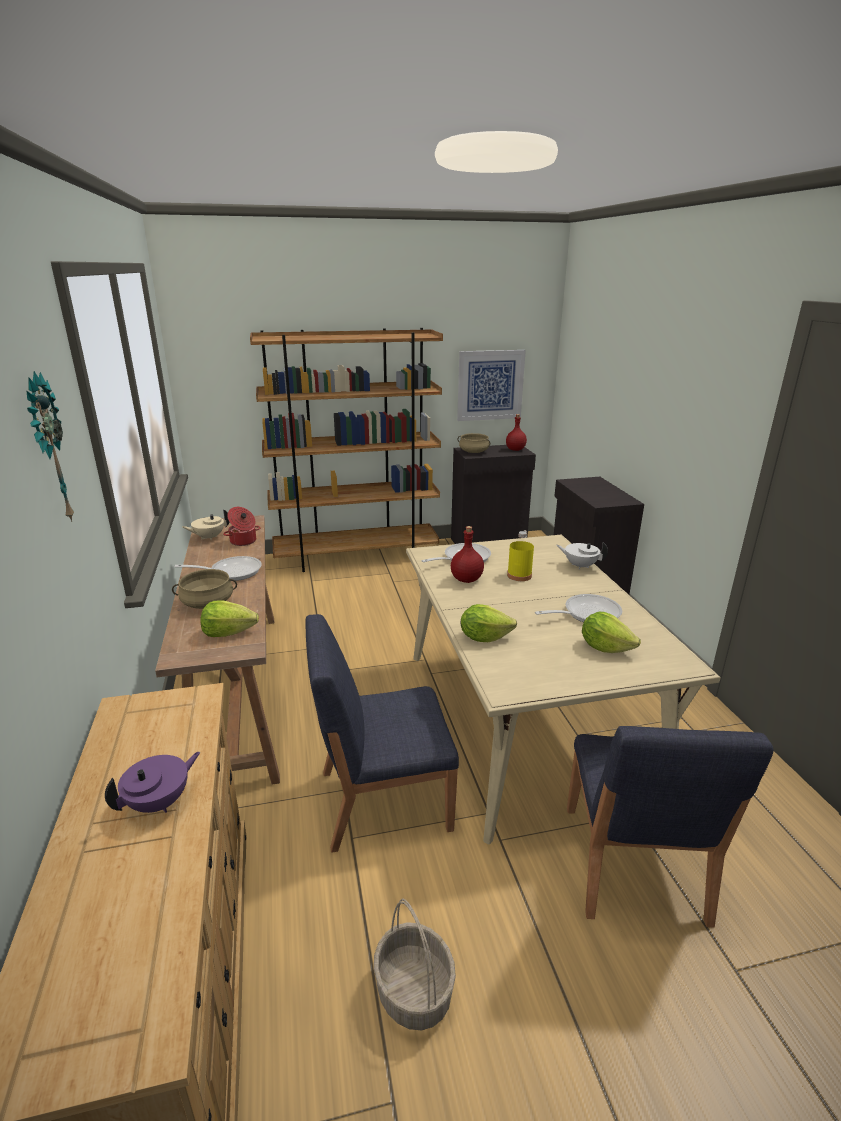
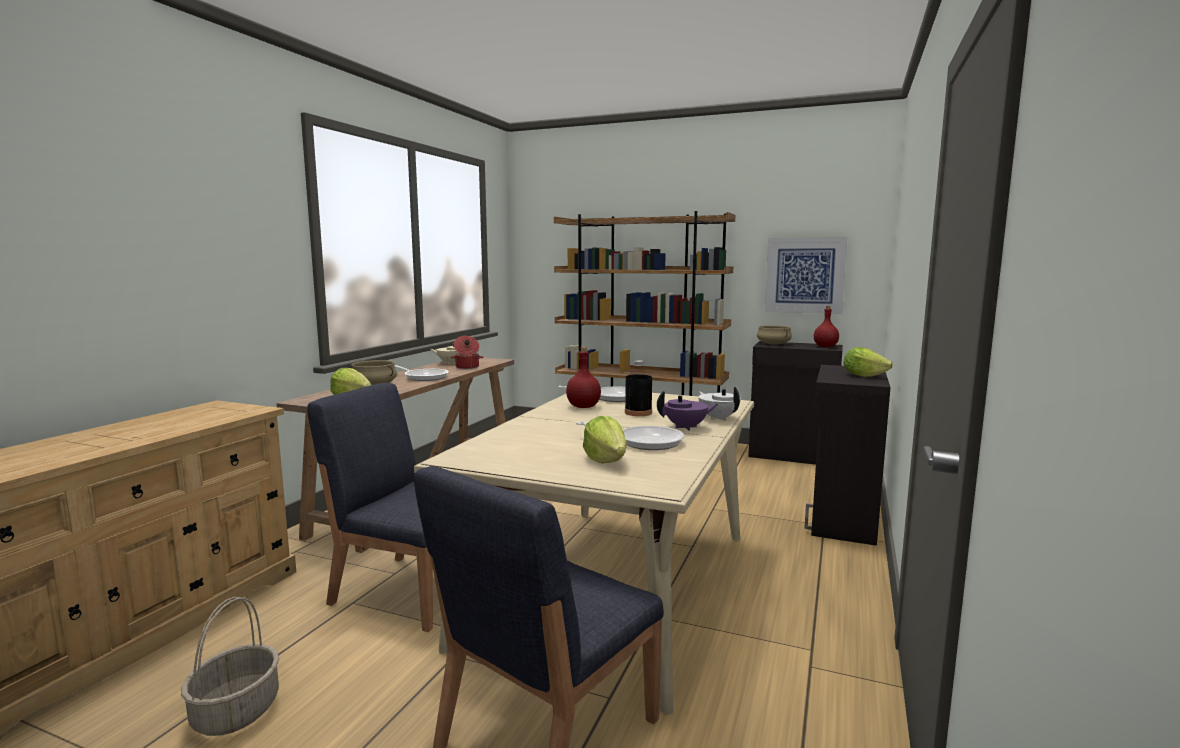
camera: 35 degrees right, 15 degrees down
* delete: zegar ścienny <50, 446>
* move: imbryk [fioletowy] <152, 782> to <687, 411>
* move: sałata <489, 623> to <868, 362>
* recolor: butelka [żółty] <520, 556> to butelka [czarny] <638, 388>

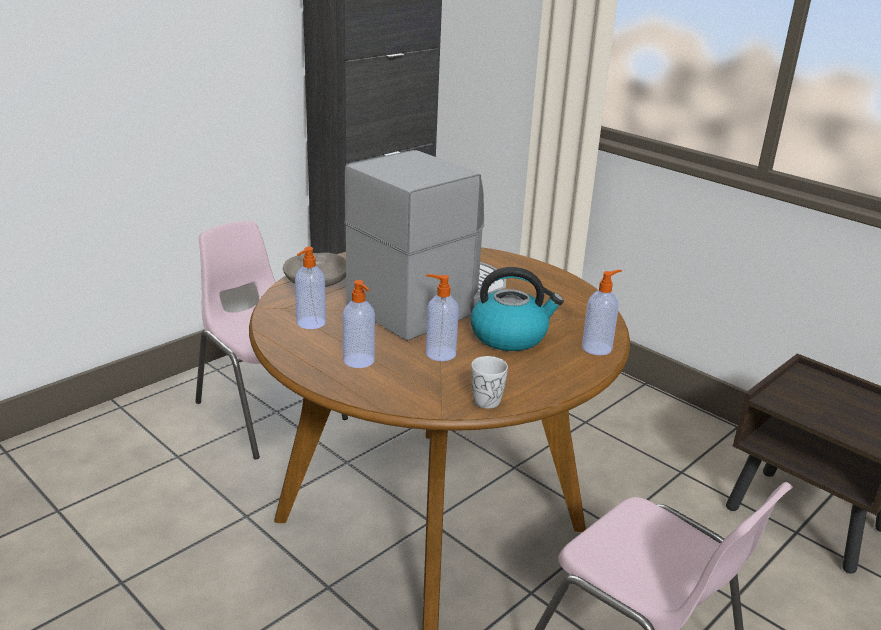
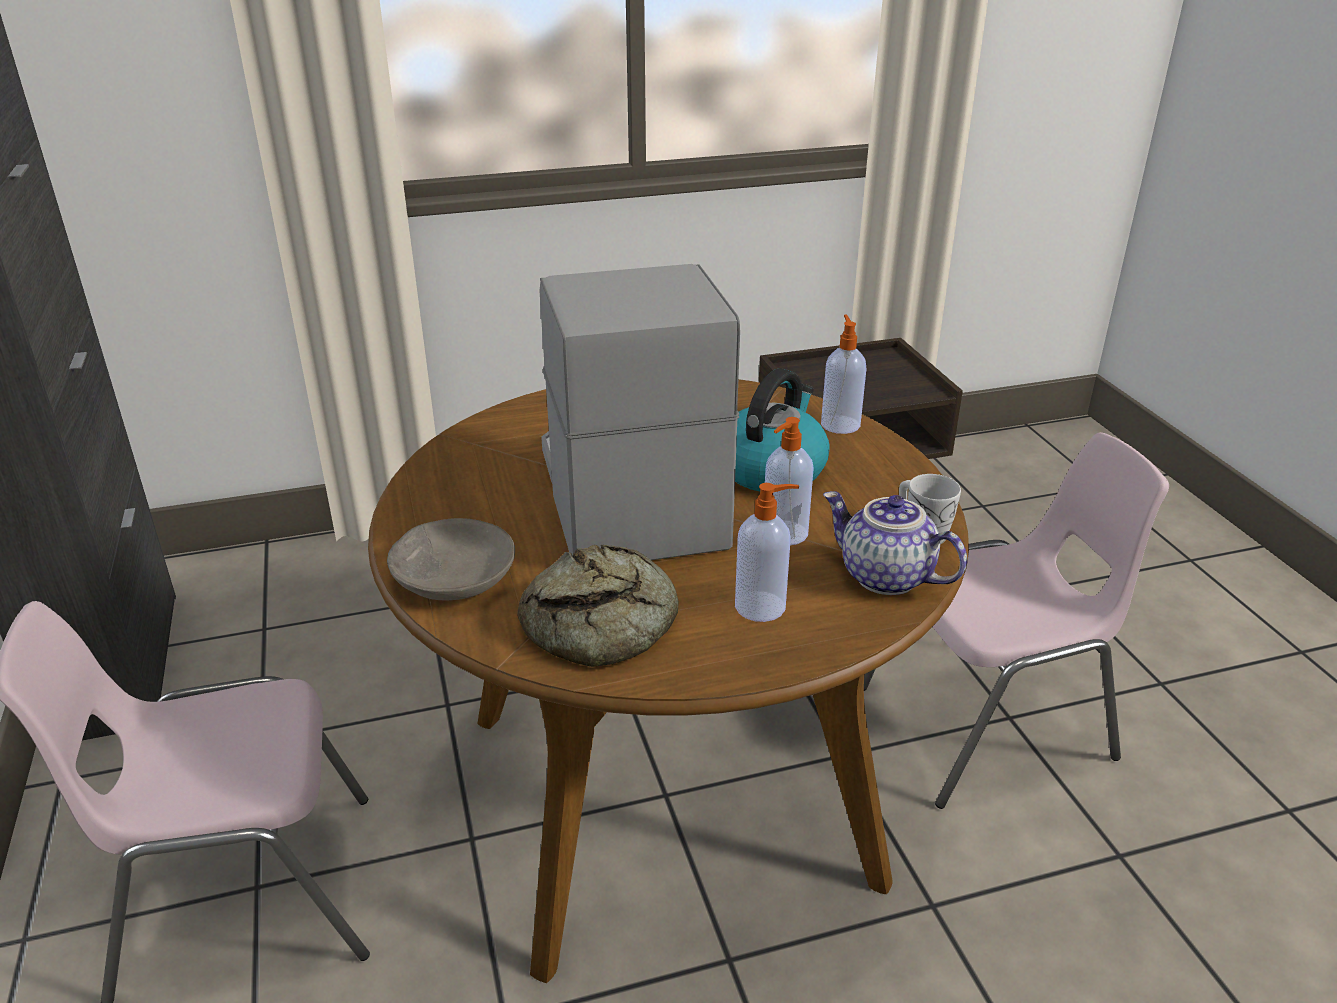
camera: 60 degrees left, 5 degrees up
* replace: dozownik mydła <310, 288> to chleb <598, 606>
* insert: imbryk <895, 543>

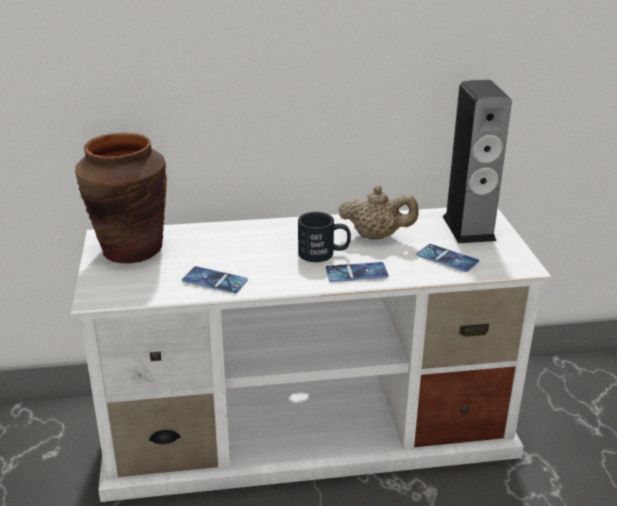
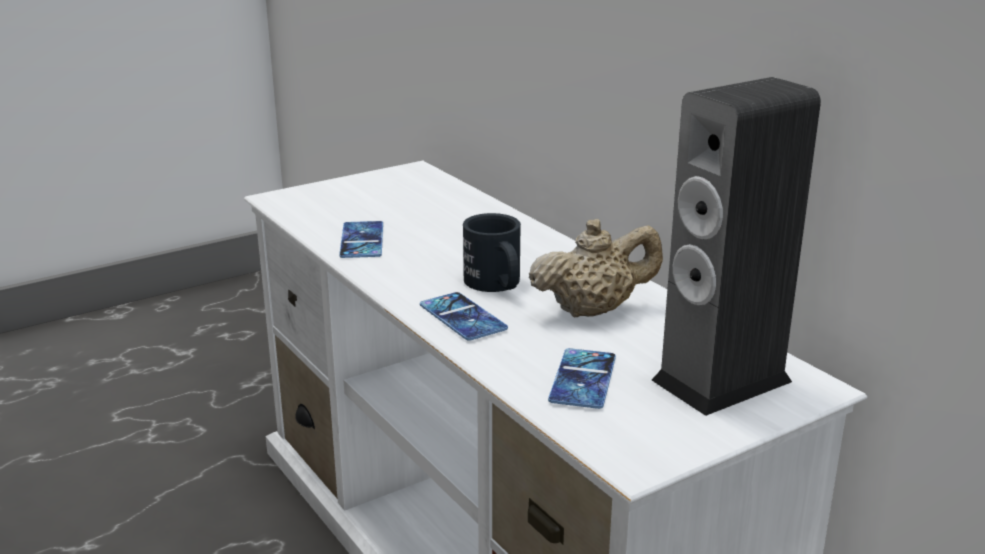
camera: 65 degrees right, 5 degrees down
* delete: wazon [brązowy] <121, 198>
* rotate: imbryk [beżowy] <379, 212> = <596, 268> 90 degrees counterclockwise

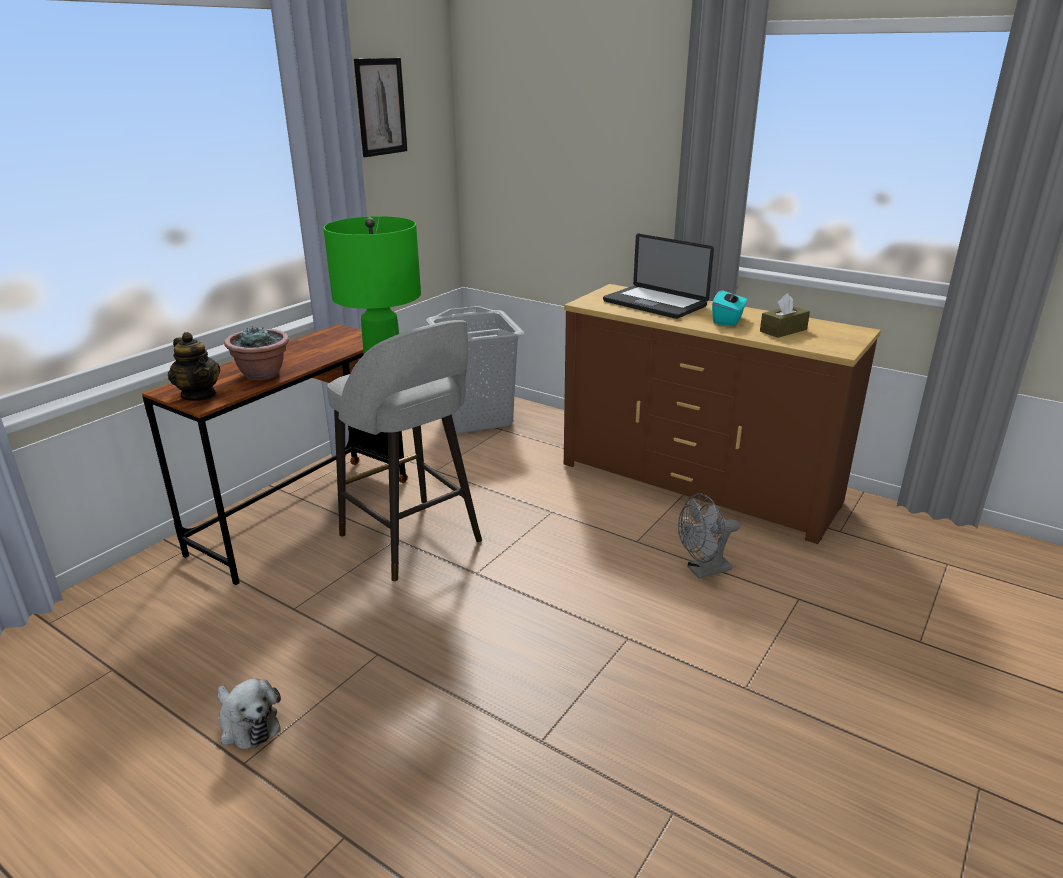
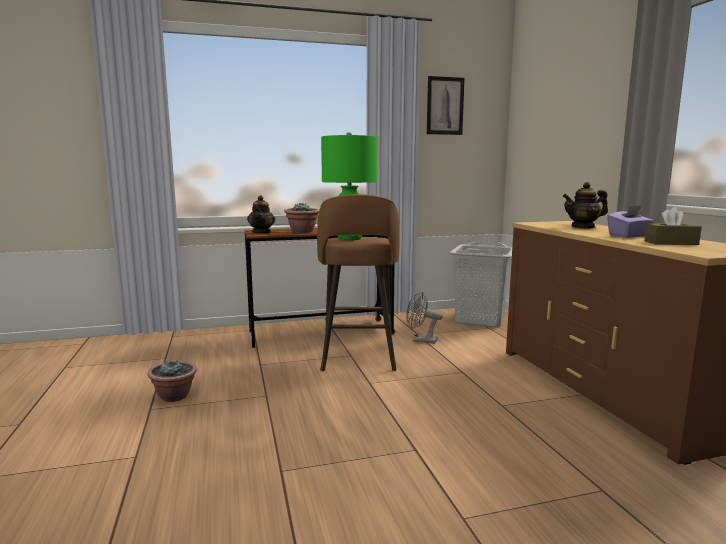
camera: 40 degrees right, 15 degrees down
* replace: pluszak <249, 713> to roślina doniczkowa <172, 381>
* recolor: stołek [szary] <404, 451> to stołek [brązowy] <358, 282>
* replace: laptop <658, 276> to imbryk <585, 205>
* move: wentylator [szary] <709, 536> to <424, 317>
* recolor: pudełko chusteczek [turkusowy] <729, 306> to pudełko chusteczek [fioletowy] <630, 221>

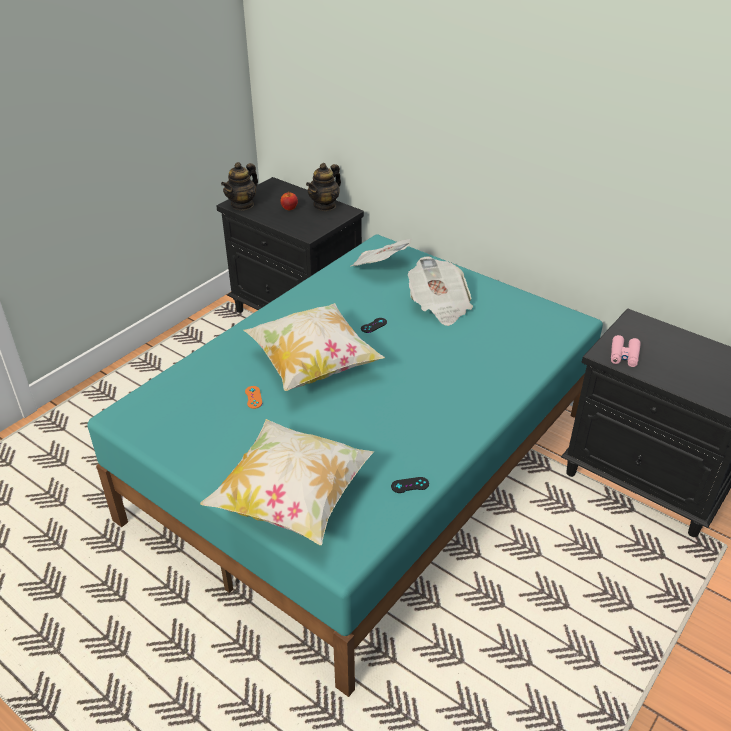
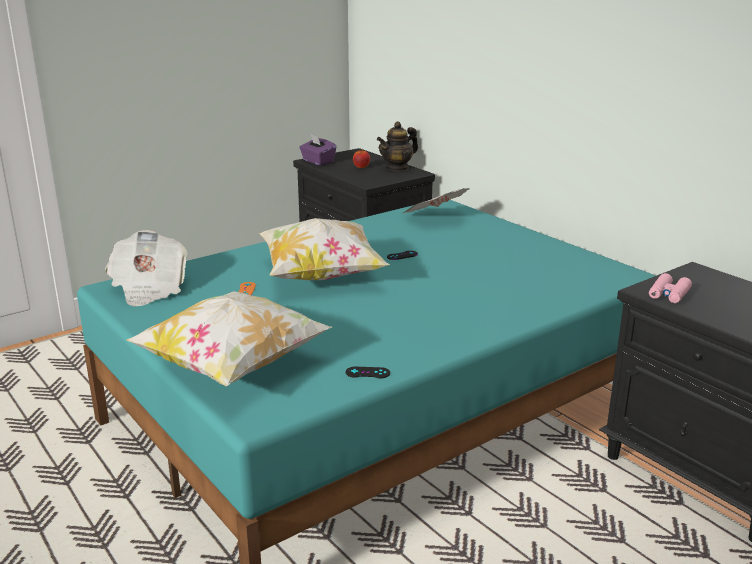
camera: 15 degrees right, 15 degrees down
* replace: imbryk <239, 186> to pudełko chusteczek [fioletowy] <317, 149>
* move: gazeta <440, 291> to <146, 268>

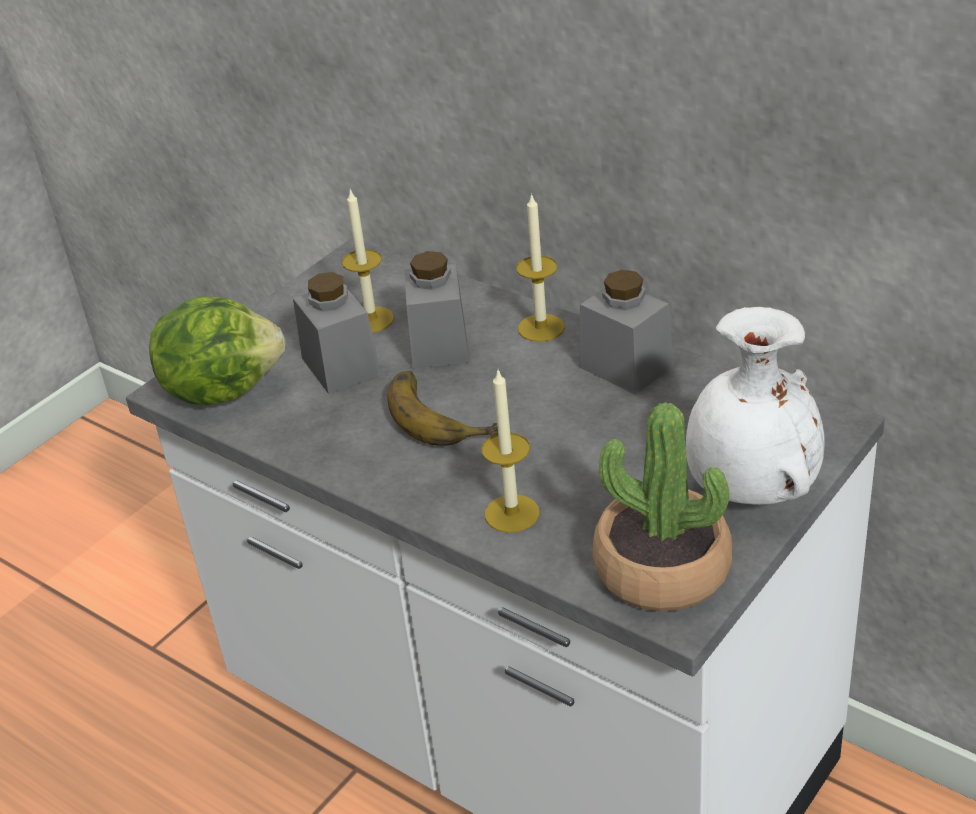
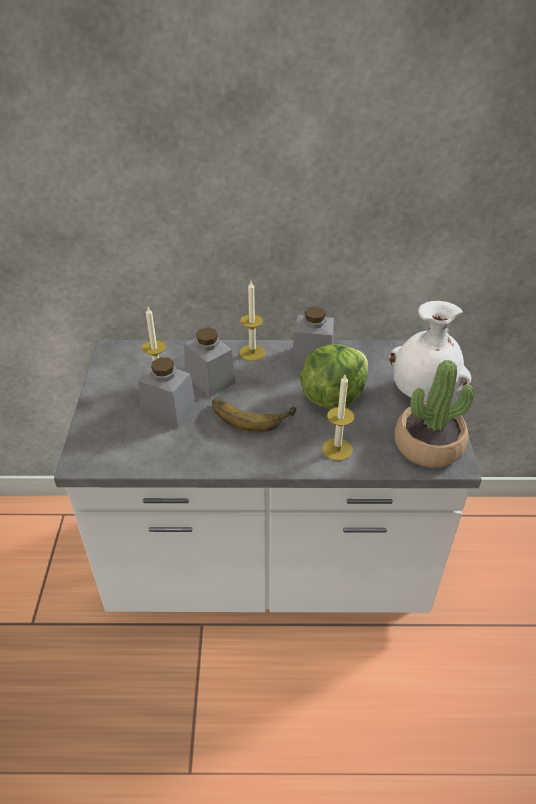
camera: 40 degrees left, 5 degrees up
* move: sałata <217, 351> to <334, 377>

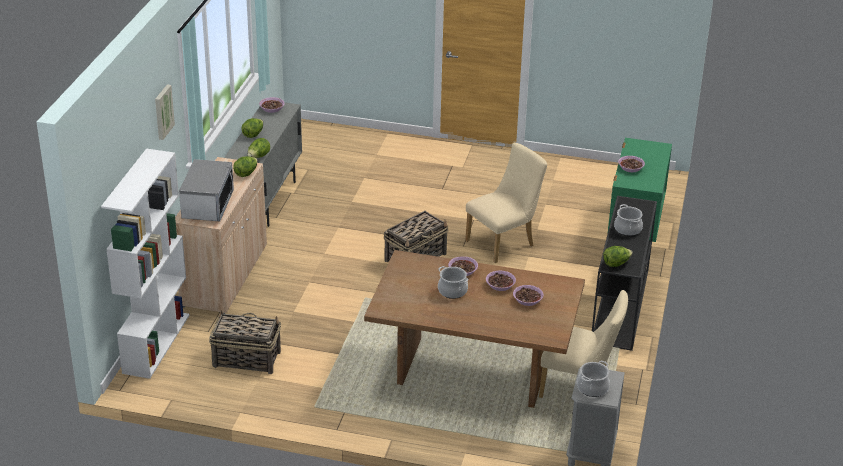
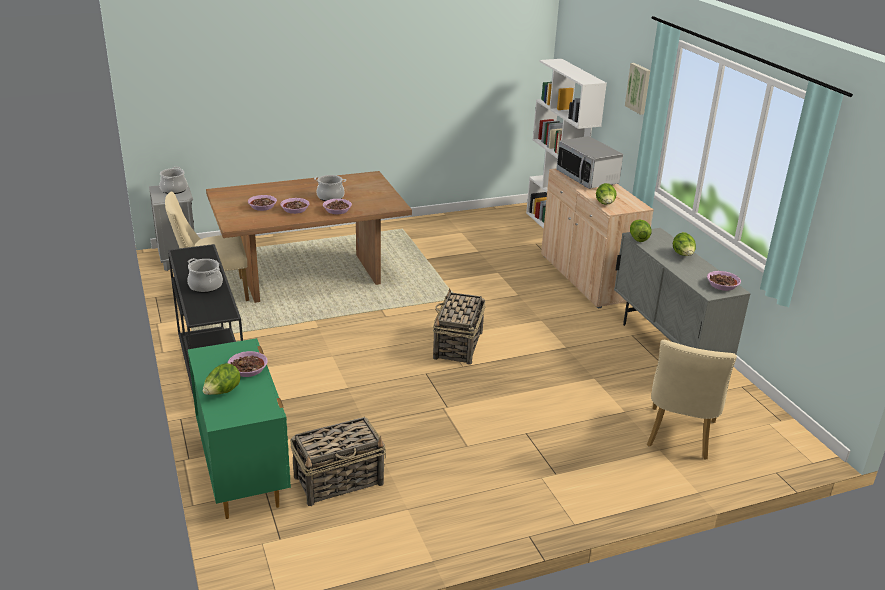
camera: 145 degrees right, 5 degrees down
* move: koszyk <245, 342> to <338, 461>
* move: krzesło [beżowy] <506, 203> to <692, 400>
* move: sałata <618, 256> to <221, 379>

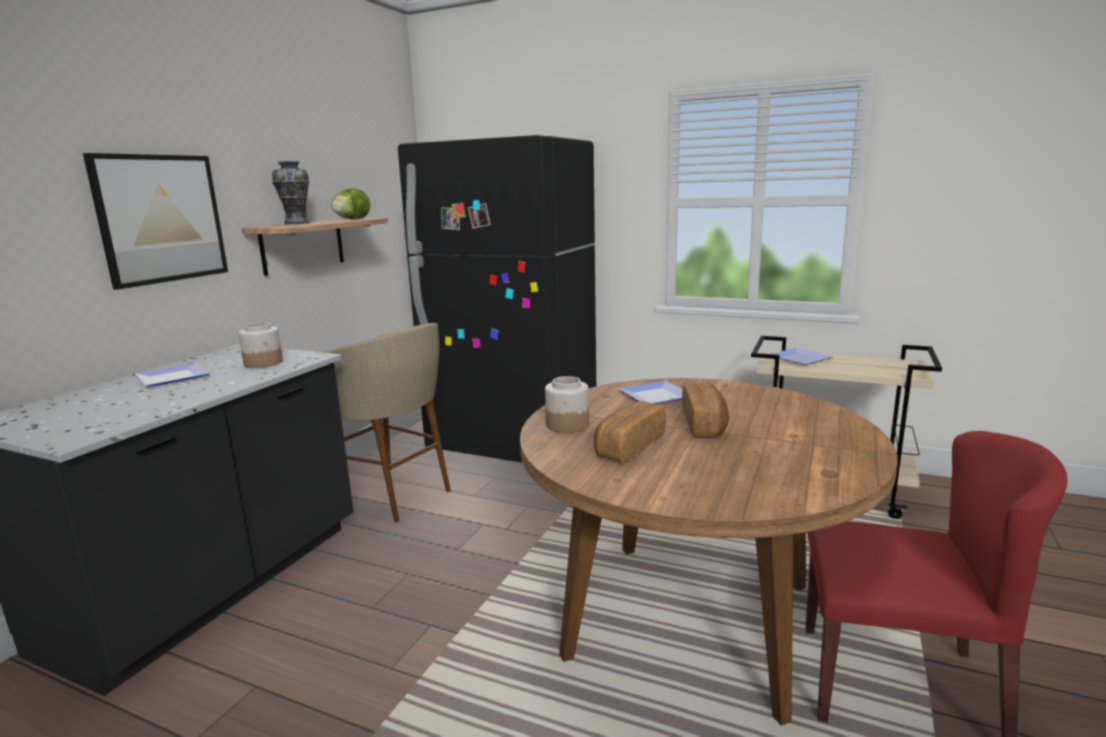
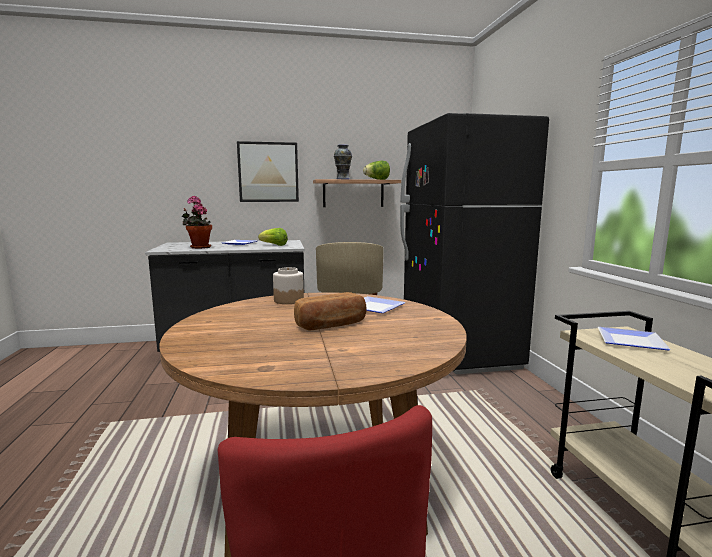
camera: 55 degrees right, 5 degrees down
* replace: słoik <260, 345> to sałata <273, 237>
* delete: chleb <630, 431>
* insert: roślina doniczkowa <197, 222>

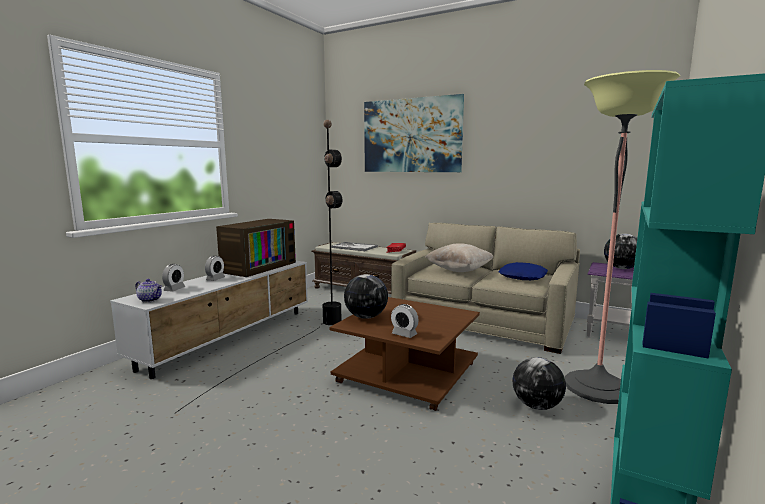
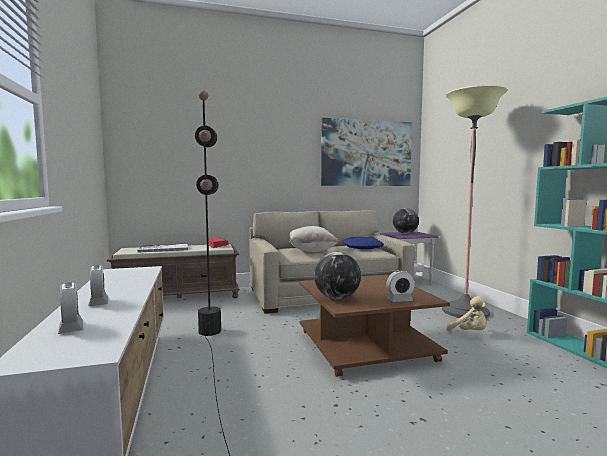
camera: 45 degrees left, 5 degrees down
* delete: imbryk <149, 290>
* delete: telewizor <256, 248>
* move: obraz <414, 133> to <366, 152>
* replace: globus <539, 383> to pluszak [beżowy] <466, 313>

